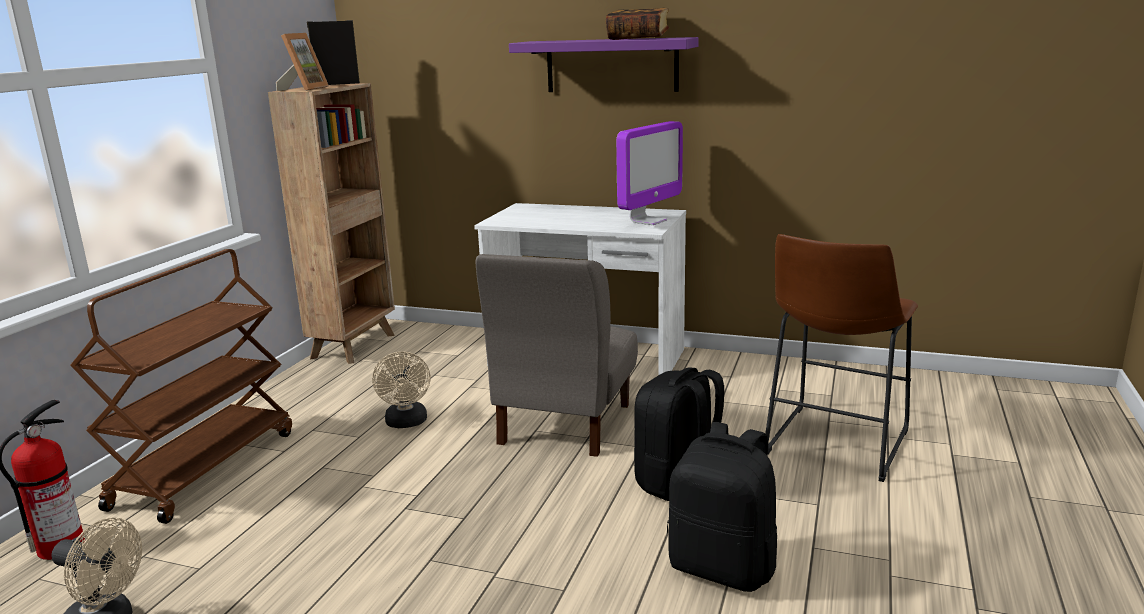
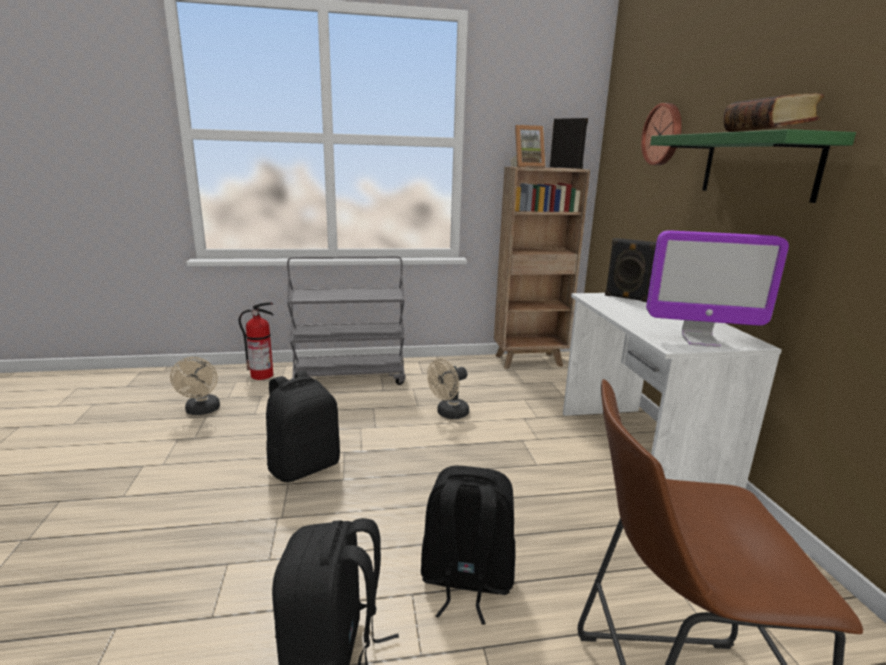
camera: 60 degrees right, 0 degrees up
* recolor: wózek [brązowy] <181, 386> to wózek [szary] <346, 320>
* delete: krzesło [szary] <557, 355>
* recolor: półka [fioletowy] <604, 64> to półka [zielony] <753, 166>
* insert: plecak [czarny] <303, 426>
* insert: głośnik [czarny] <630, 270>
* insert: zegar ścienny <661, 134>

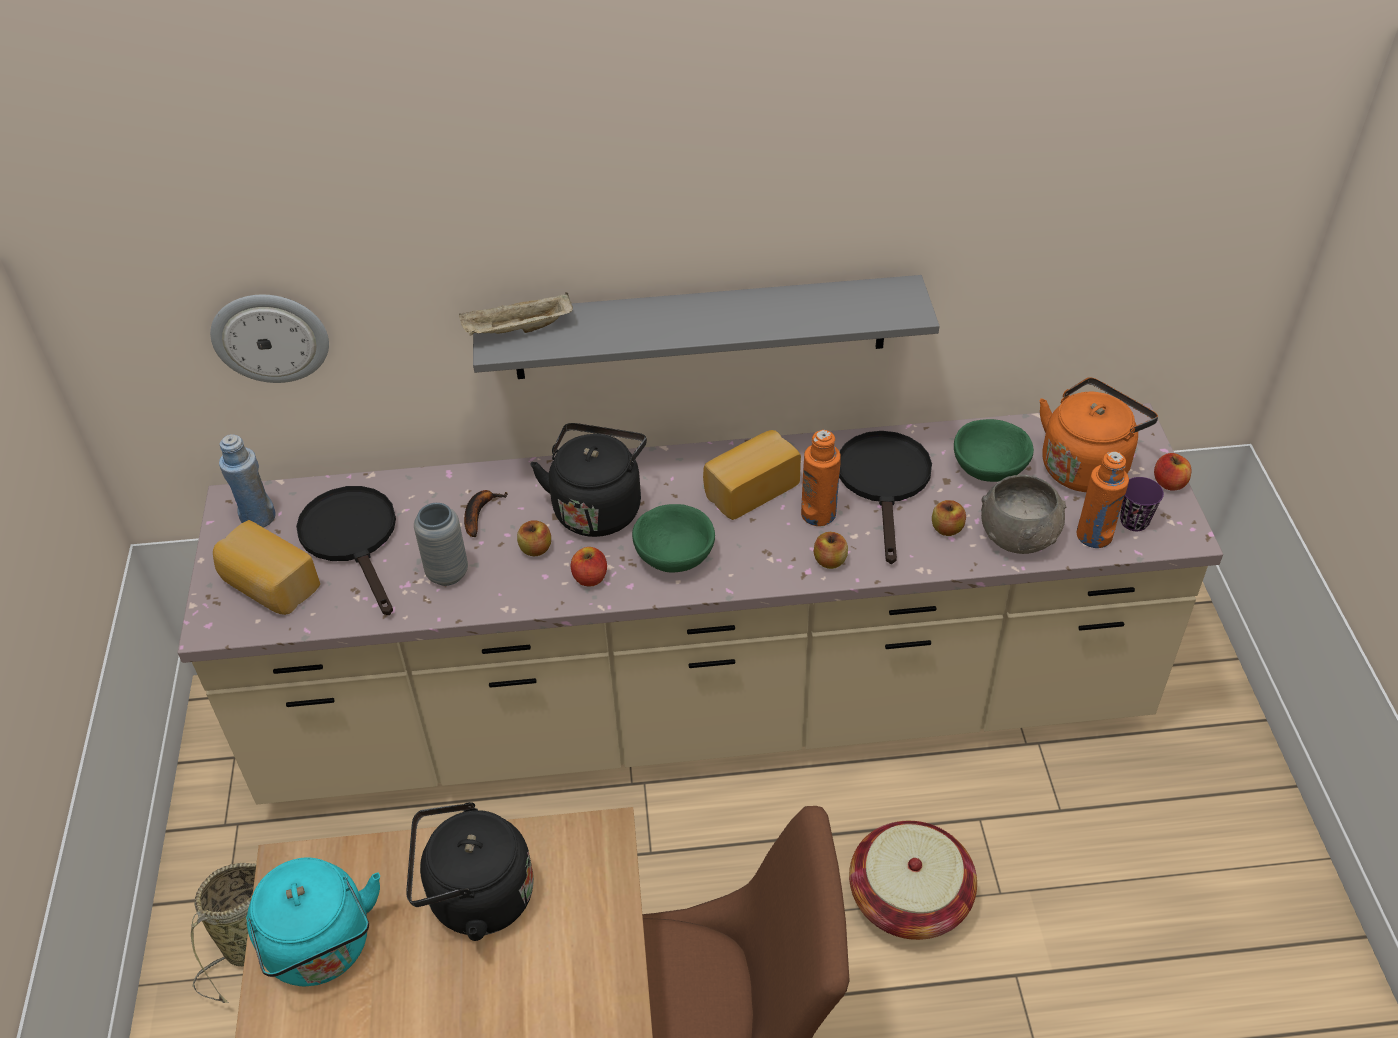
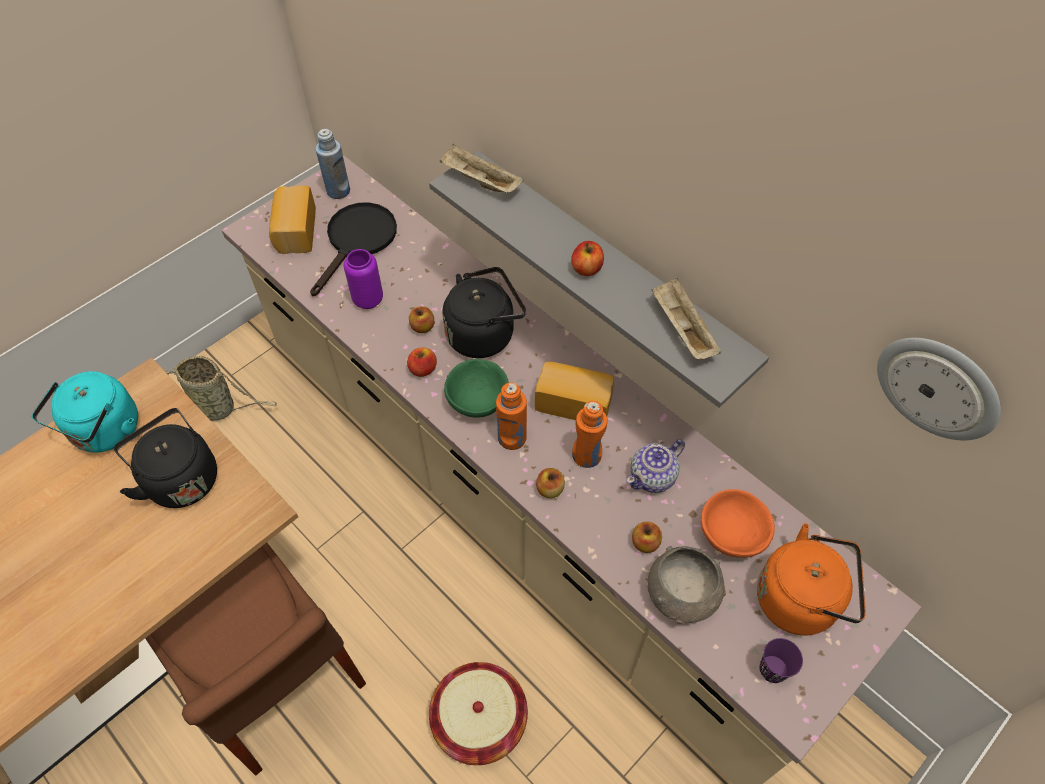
camera: 50 degrees right, 10 degrees up
* move: zegar ścienny <269, 339> to <939, 389>
* recolor: wazon [szary] <441, 544> to wazon [fioletowy] <363, 279>
* delete: banan <486, 513>
* replace: patelnia [czarny] <885, 497> to imbryk <655, 466>
* recolor: miska [zielony] <994, 450> to miska [pomarańczowy] <738, 523>
* move: butelka [pomarańczowy] <1103, 500> to <511, 416>
* move: jabłko <1173, 472> to <587, 258>
* insert: taca [beżowy] <686, 319>

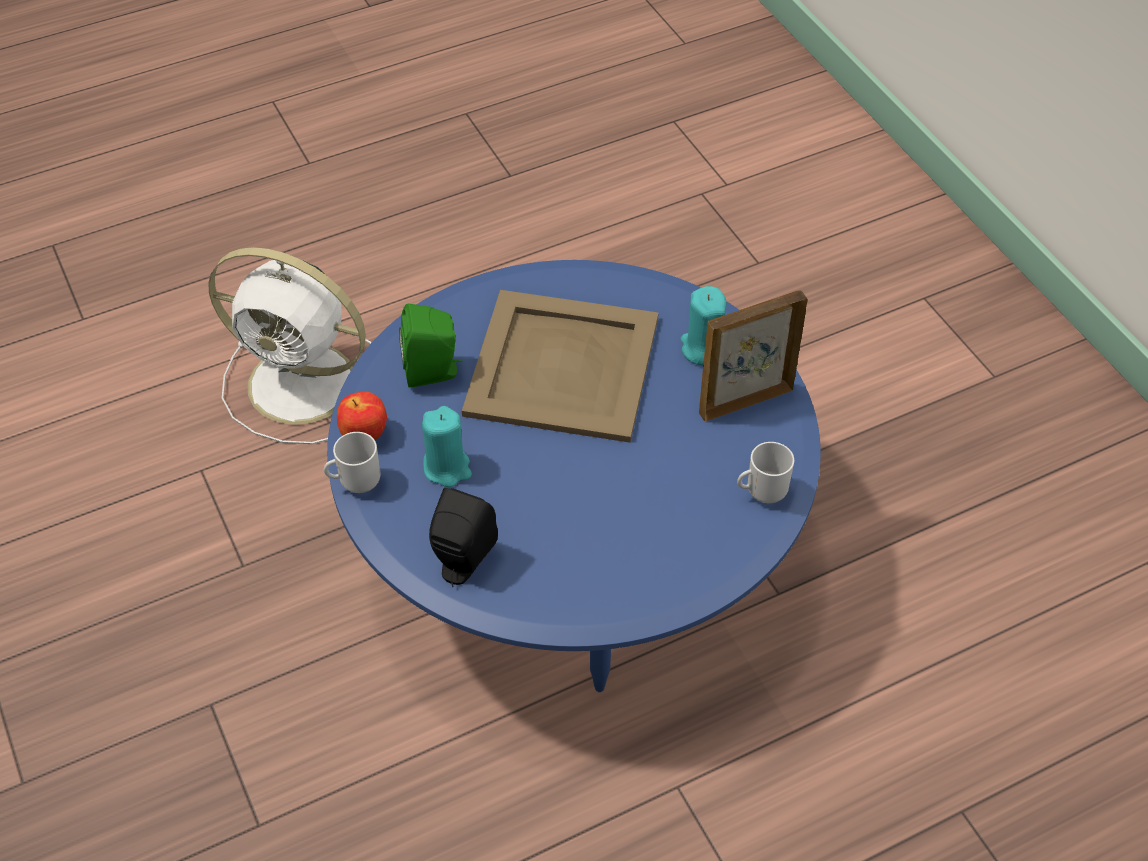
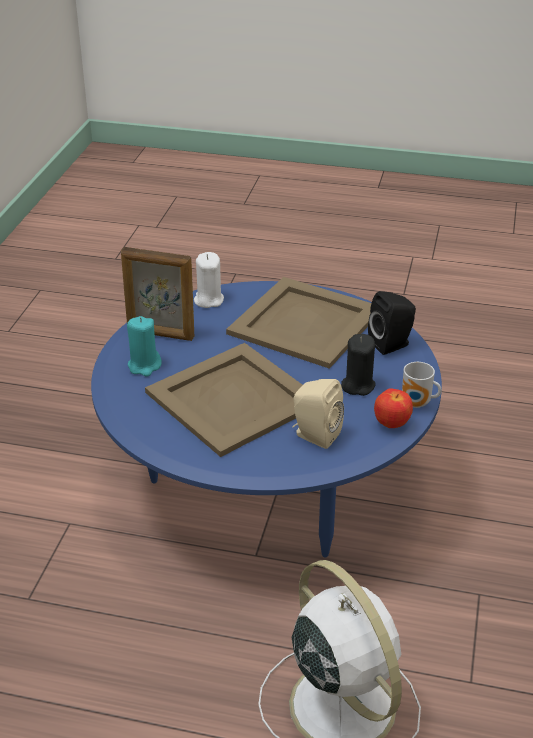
camera: 140 degrees left, 15 degrees down
* recolor: głośnik [zielony] <430, 346> to głośnik [beżowy] <318, 414>
* recolor: świeca [turkusowy] <447, 446> to świeca [czarny] <358, 365>
* replace: kubek <765, 472> to świeca [biały] <209, 280>
* insert: taca [beżowy] <298, 323>

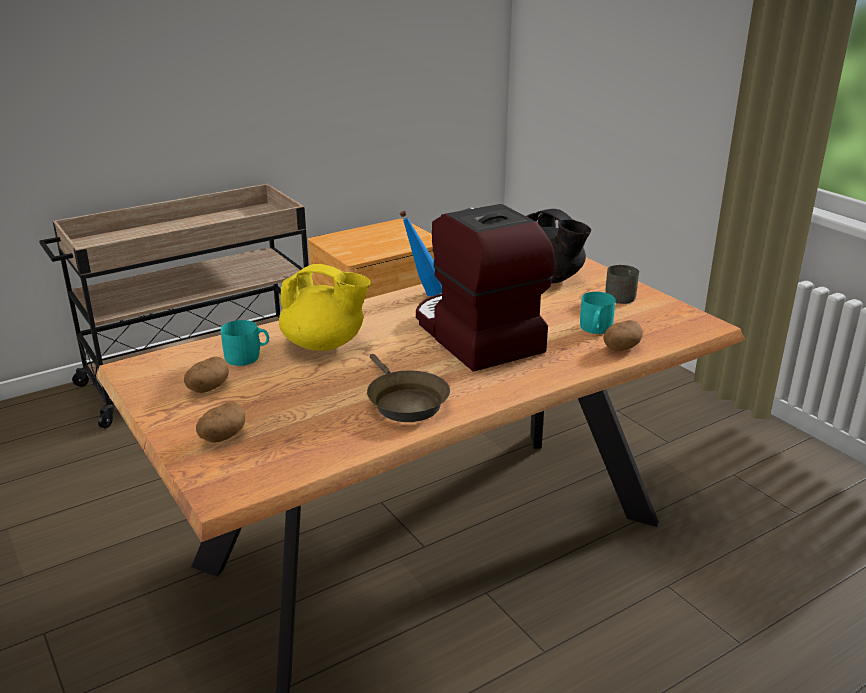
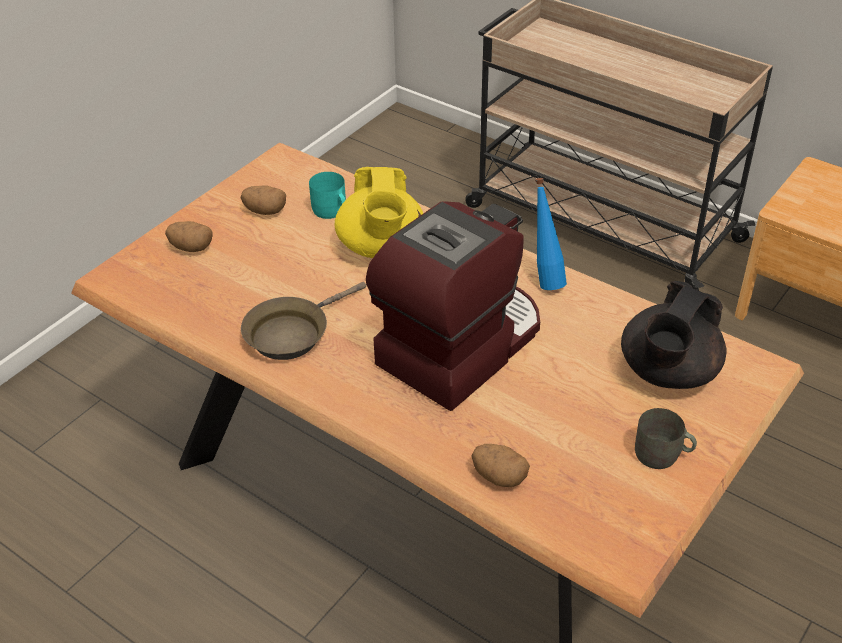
camera: 70 degrees right, 15 degrees up
* delete: kubek [turkusowy] <598, 313>

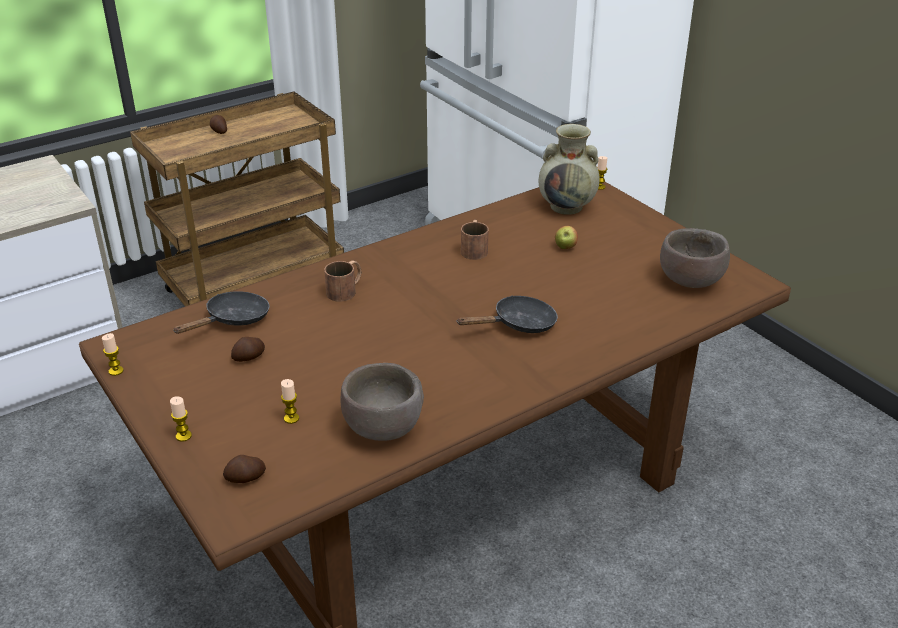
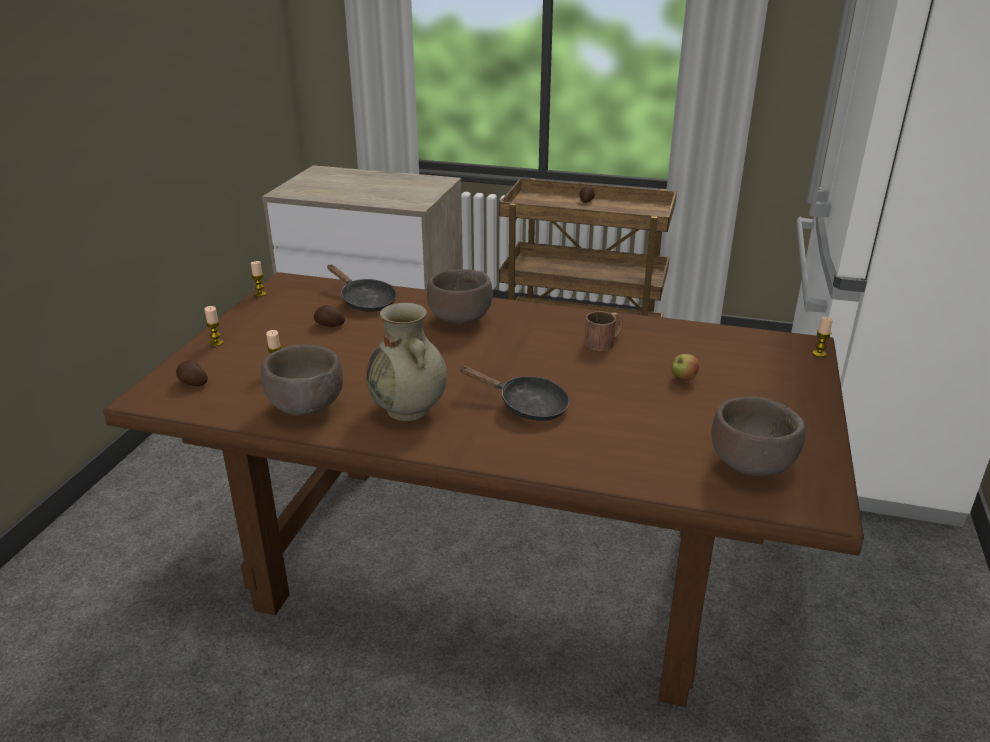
camera: 50 degrees right, 5 degrees down
* rotate: patelnia [czarny] <221, 312> = <361, 288> 45 degrees clockwise
* replace: kubek [brązowy] <342, 281> to miska [brązowy] <460, 296>
* move: wazon [beżowy] <569, 169> to <406, 362>

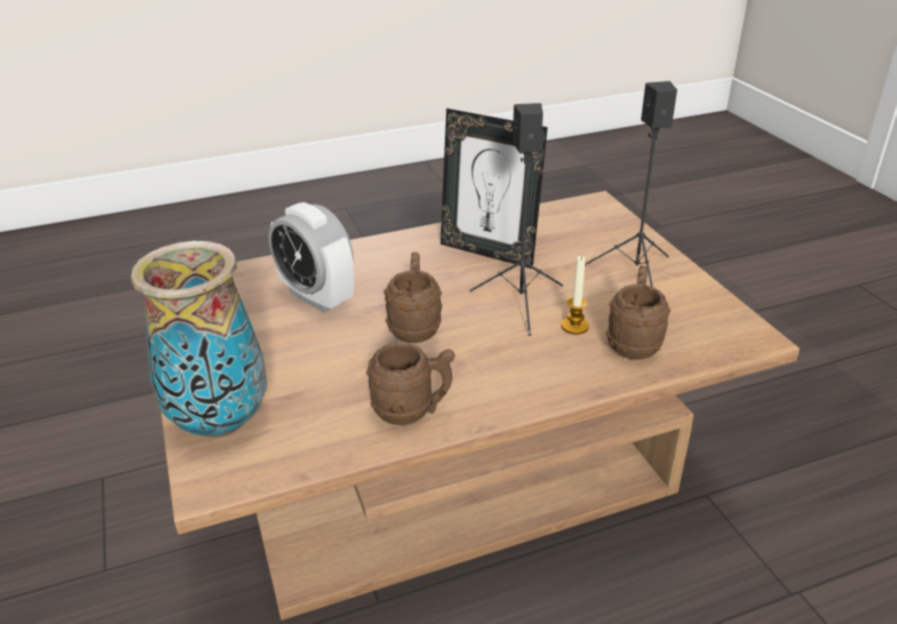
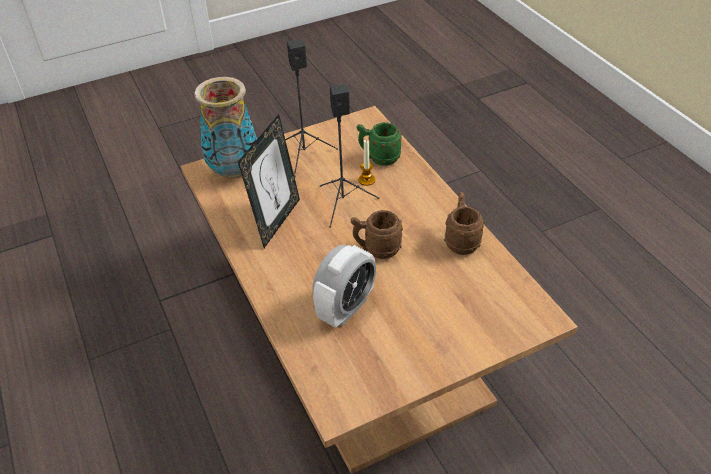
camera: 95 degrees left, 10 degrees up
* move: wazon <199, 339> to <225, 128>
* recolor: kubek [brązowy] <638, 312> to kubek [zielony] <379, 144>

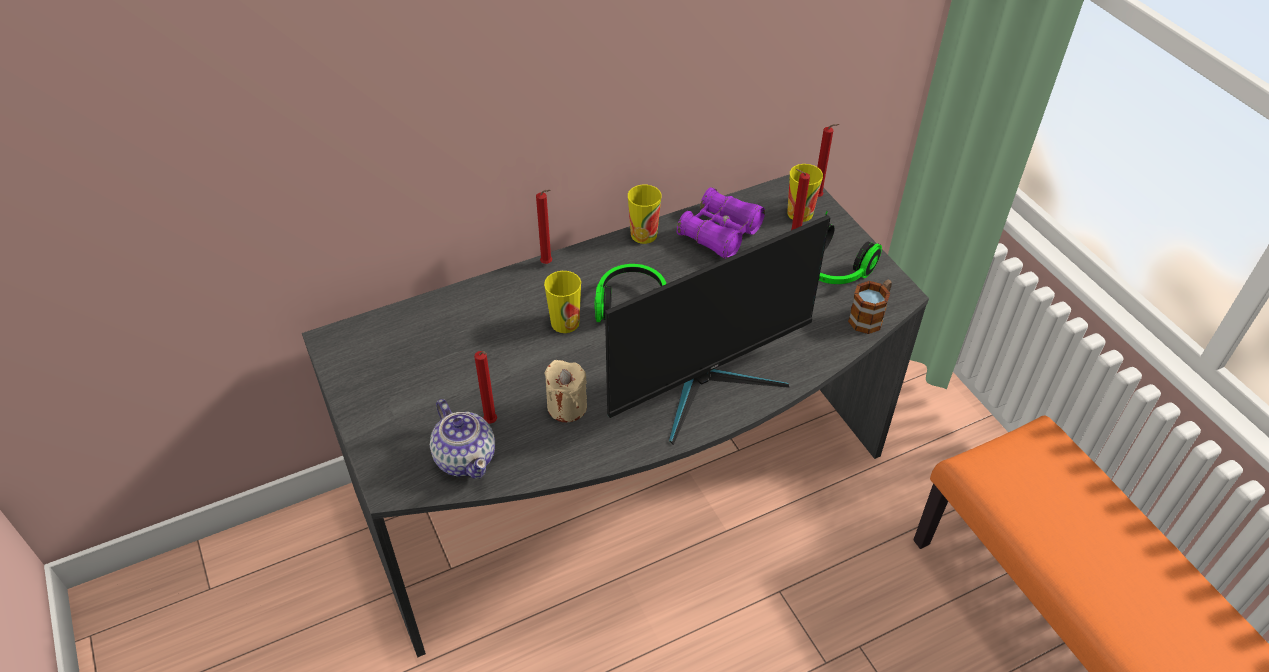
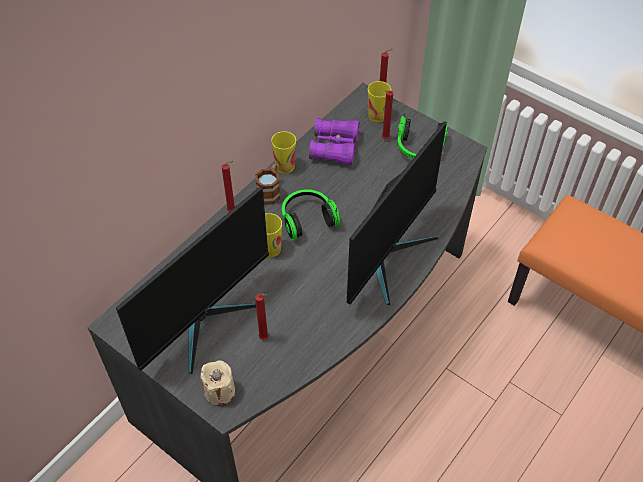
camera: 25 degrees left, 5 degrees up
* delete: imbryk <462, 439>
* move: świeca [beżowy] <565, 391> to <217, 383>
* move: kubek <870, 307> to <267, 184>
* insert: monitor <192, 280>

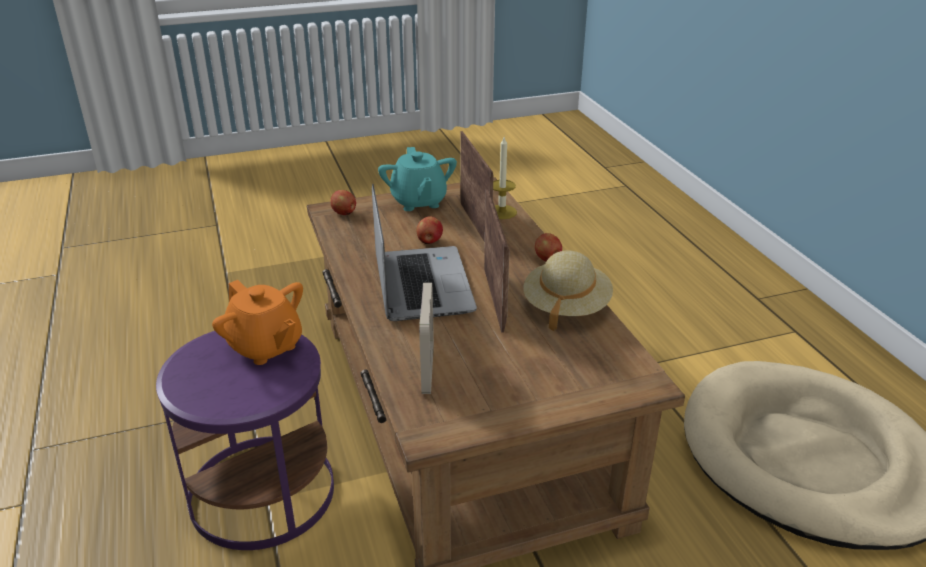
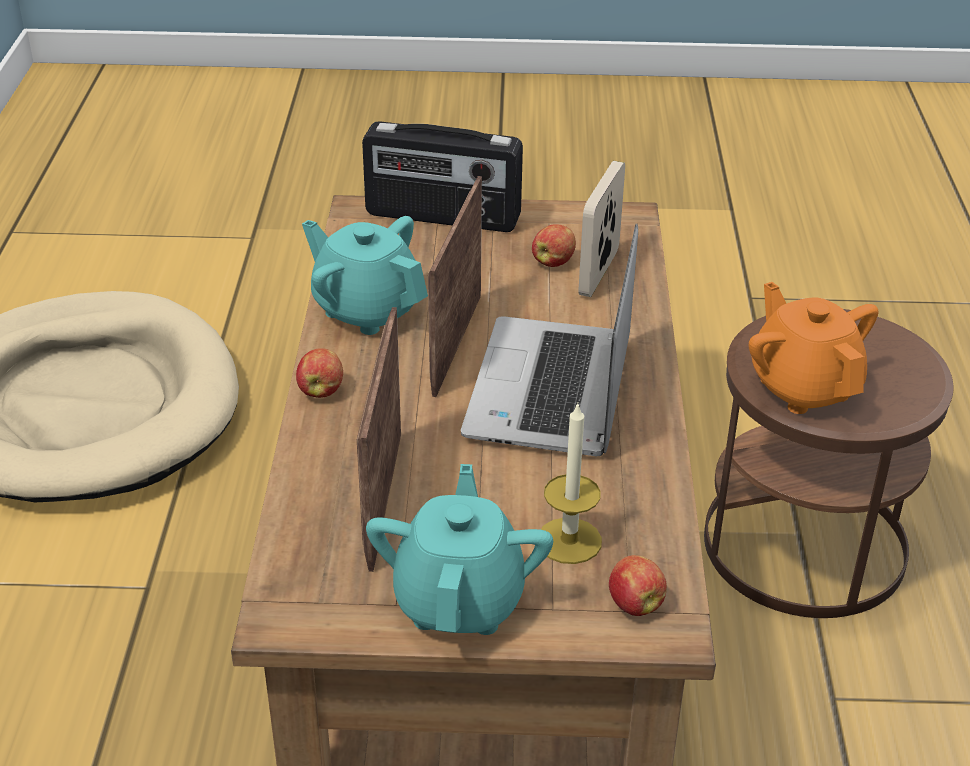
camera: 160 degrees left, 5 degrees up
* recolor: stolik [fioletowy] <245, 440> to stolik [brązowy] <828, 463>
* move: jabłko <429, 230> to <554, 245>
* move: świeca <505, 178> to <571, 483>
* replace: kapelusz [beżowy] <568, 290> to imbryk [turkusowy] <365, 275>
* insert: radio <442, 176>

